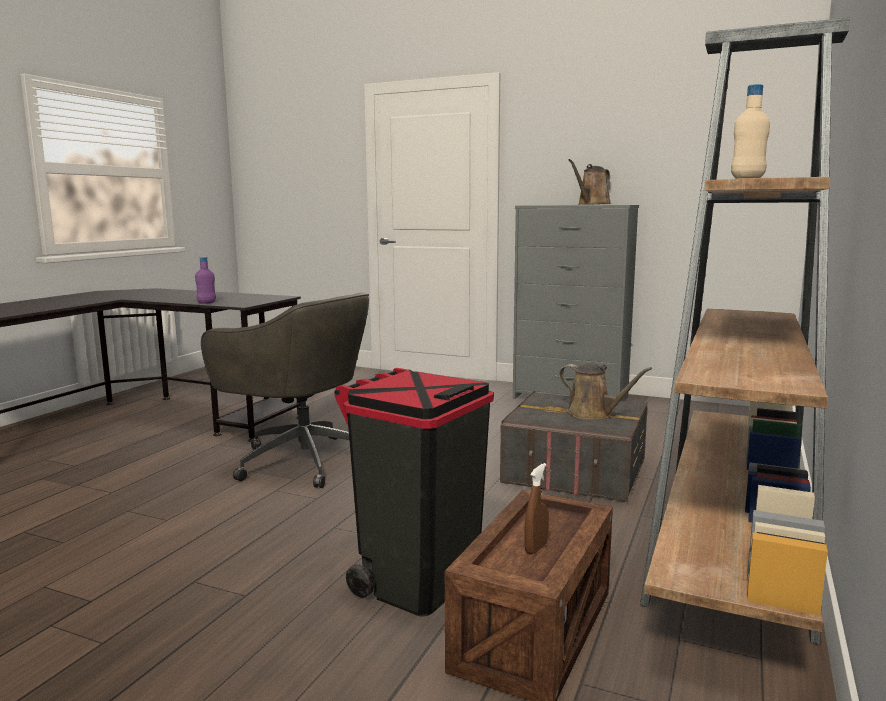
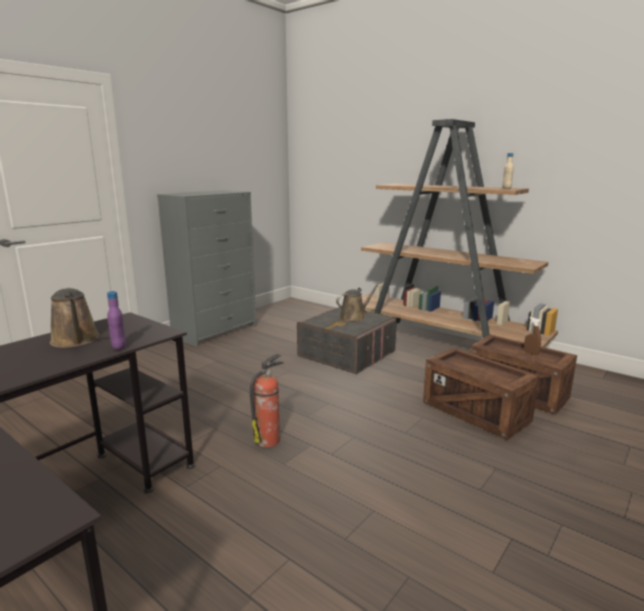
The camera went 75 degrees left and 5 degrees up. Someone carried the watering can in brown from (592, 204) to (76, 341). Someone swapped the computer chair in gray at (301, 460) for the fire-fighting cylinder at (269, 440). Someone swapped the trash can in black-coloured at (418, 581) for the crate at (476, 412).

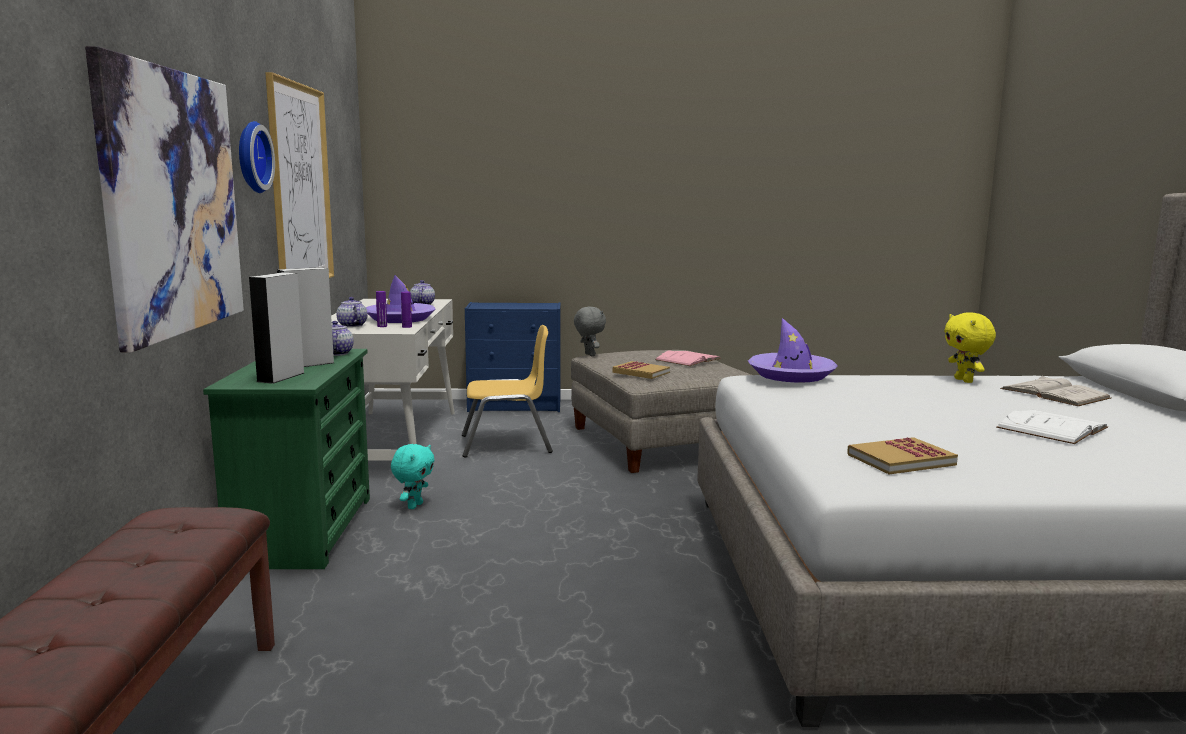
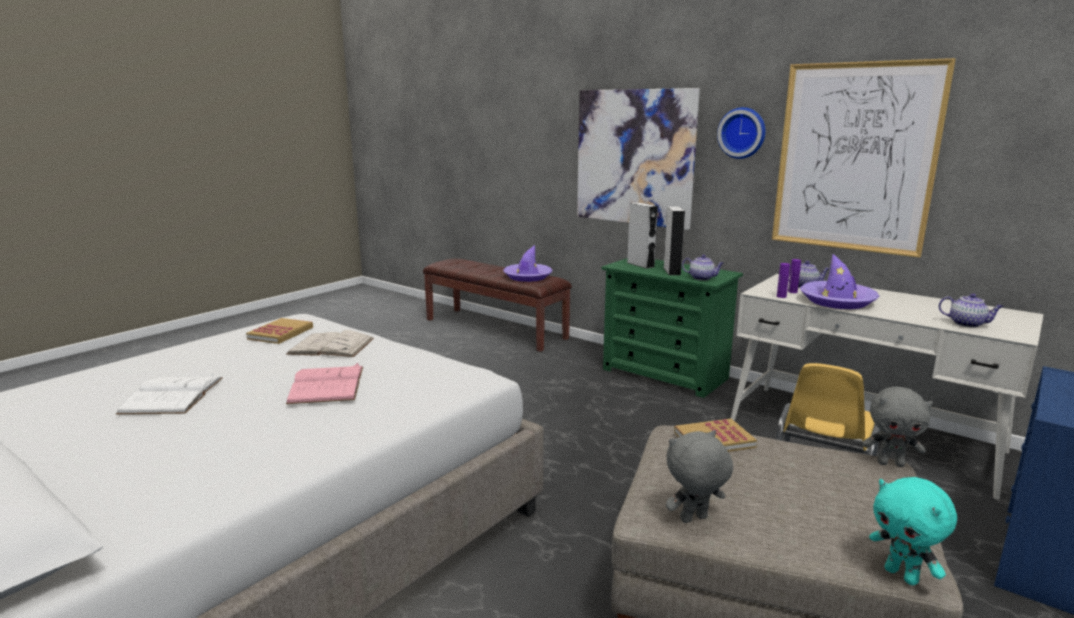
The camera went 130 degrees right and 5 degrees up. Someone took away the soft toy in yellowish at (965, 380). Someone carried the hat in purplish from (791, 375) to (527, 277). Someone carried the volume in pink-coloured from (688, 359) to (327, 385). Someone carried the volume in whitish from (1054, 393) to (331, 346). Someone carried the soft toy in turquoise-coloured from (414, 506) to (902, 575). Someone put down the soft toy in gray at (694, 520).

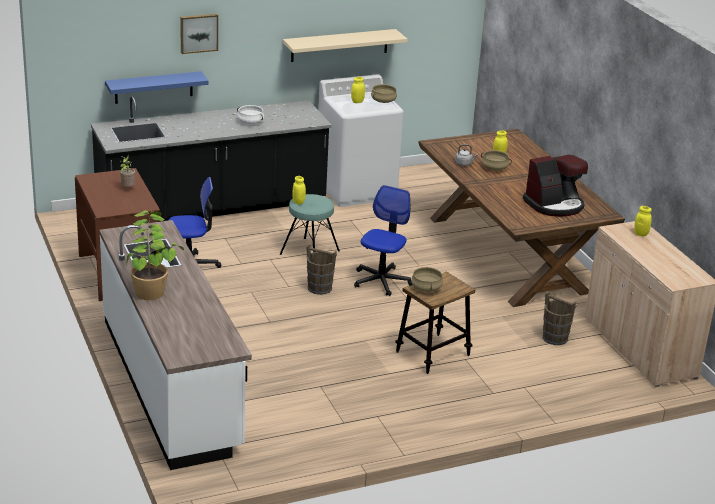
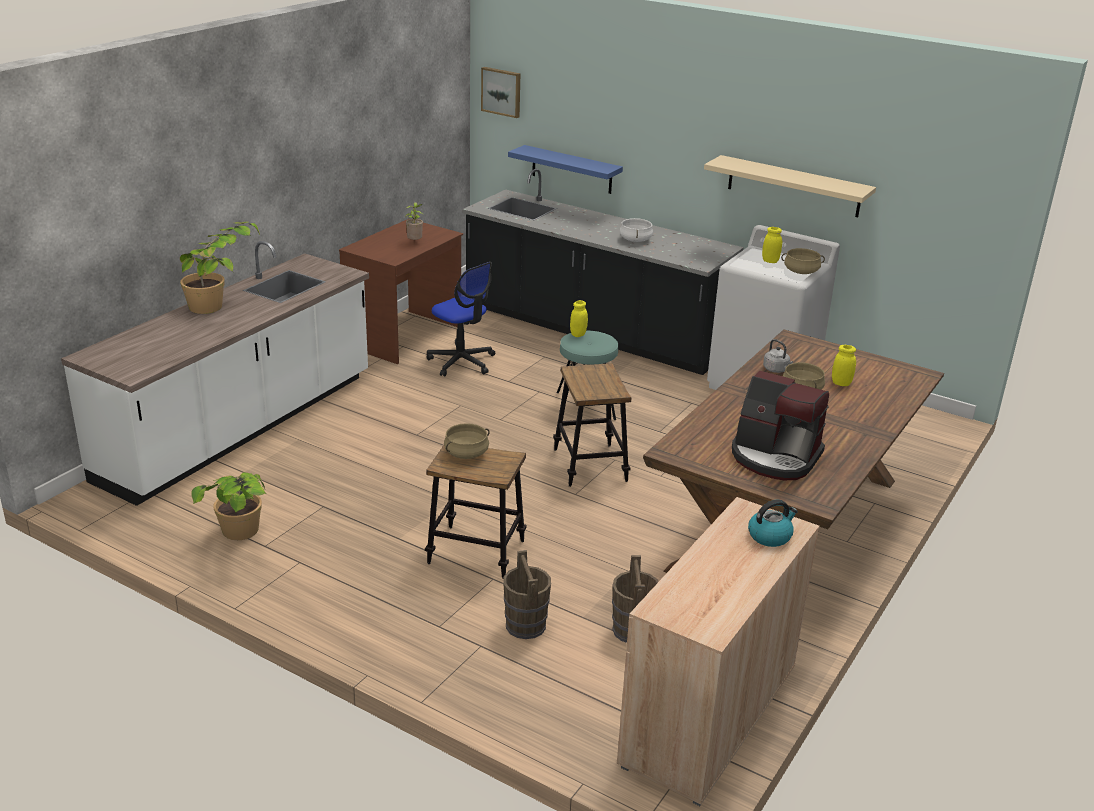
The camera went 55 degrees right and 0 degrees up. Someone carried the wall picture from (198, 33) to (501, 91). Someone swapped the computer chair at (381, 281) for the sitting stool at (590, 465). Someone swapped the preserve jar in yellowish at (641, 234) for the water kettle at (770, 536). Someone carried the pail in brown from (319, 288) to (525, 625). Someone put down the plant in a pot at (241, 541).

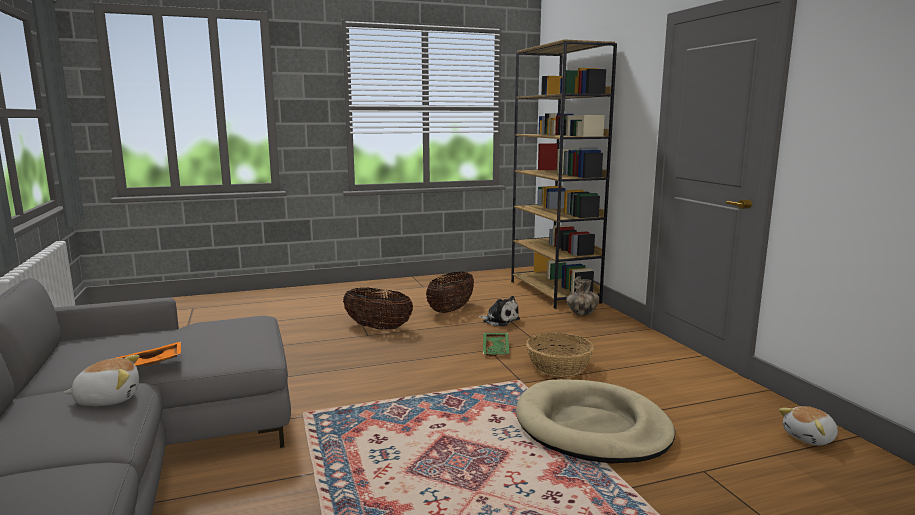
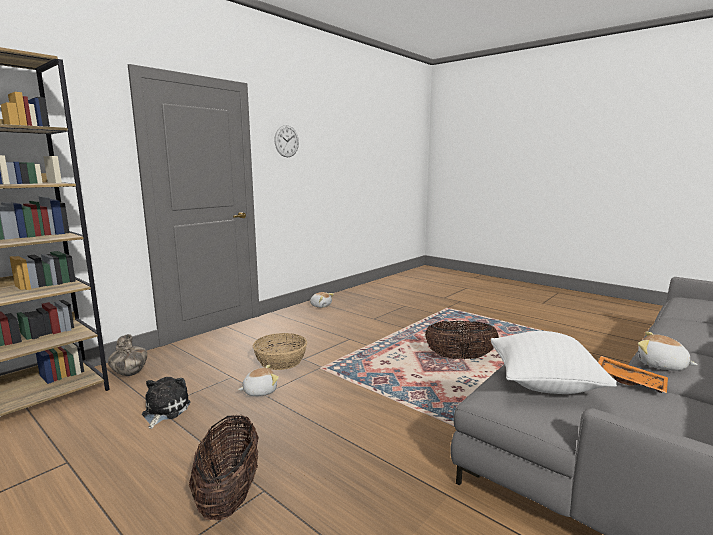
The camera went 120 degrees left and 0 degrees up. Someone carried the basket from (450, 310) to (460, 358). Someone swapped the tray in greenish at (496, 349) for the soft toy at (259, 391). Someone took away the pet bed in sand-coloured at (591, 427). Someone put up the hanging clock at (286, 141). Someone put down the pillow in whitish at (544, 384).

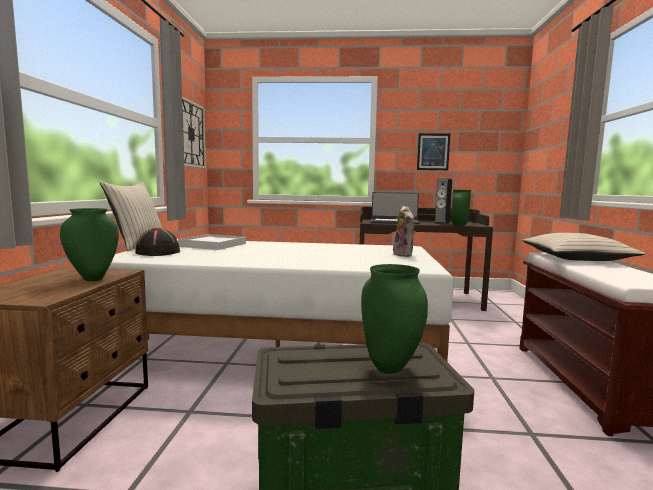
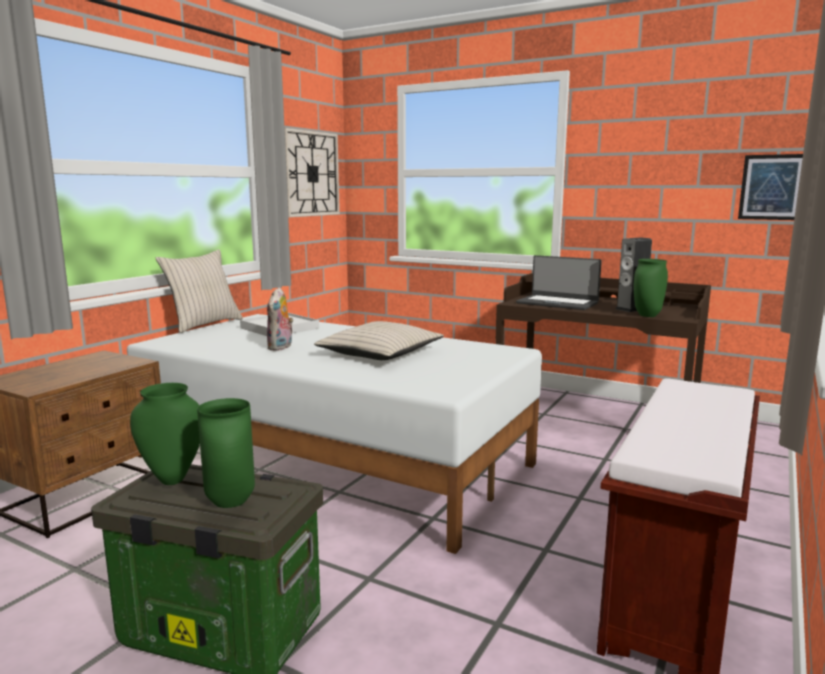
The camera went 25 degrees right and 5 degrees up. Someone carried the wall picture from (433, 152) to (772, 187). Someone carried the soft toy from (404, 255) to (281, 347). Someone carried the decorative vase in greenish from (93, 279) to (173, 479). Someone took away the hat in black-coloured at (158, 252). Someone carried the pillow in sand-coloured from (576, 258) to (379, 353).

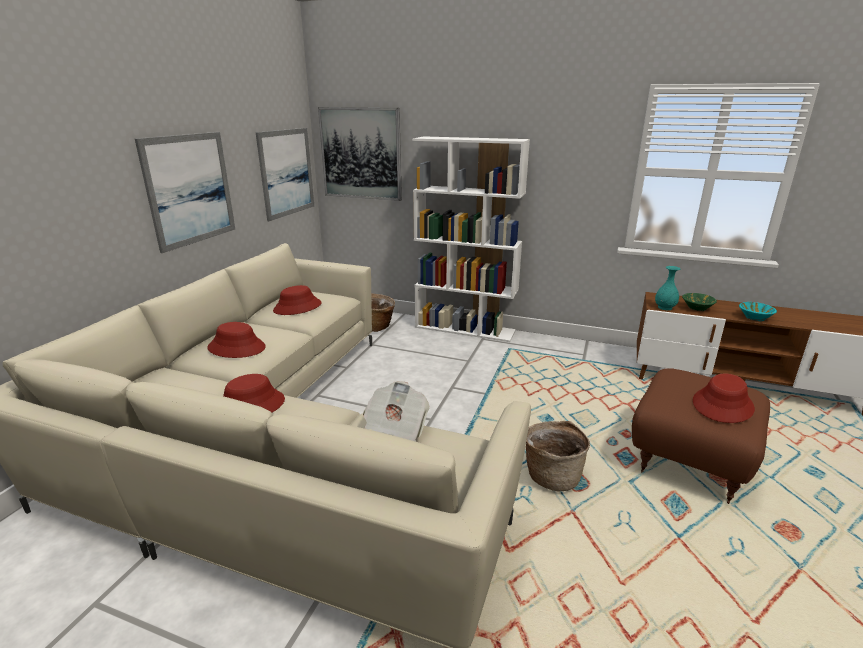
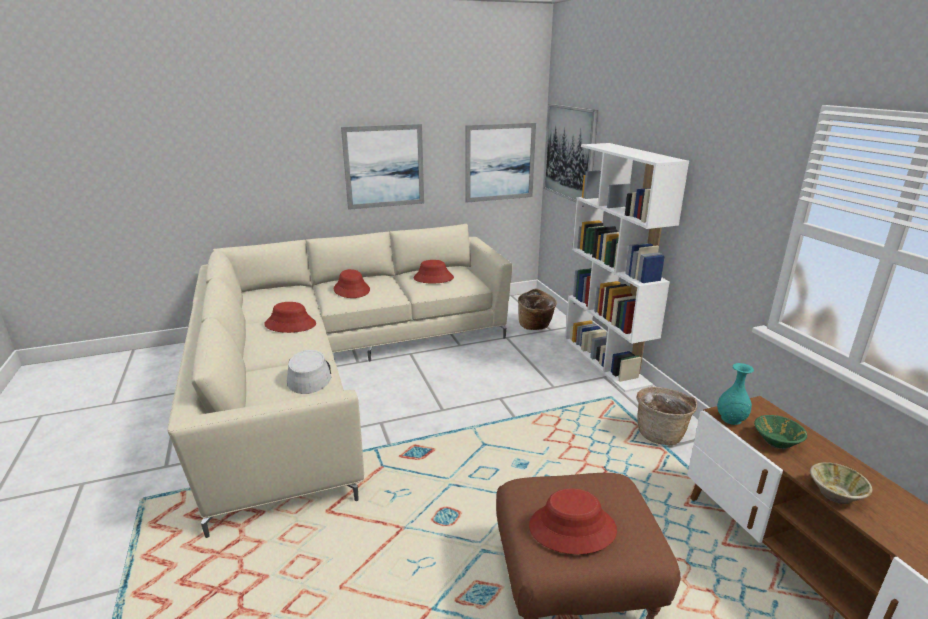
The camera went 50 degrees right and 0 degrees up. Someone repainted the bowl in turquoise-coloured at (754, 318), which became the bowl in sand-coloured at (835, 493). Someone swapped the newspaper at (394, 432) for the hat in gray at (309, 376). Someone carried the basket from (552, 475) to (661, 433).

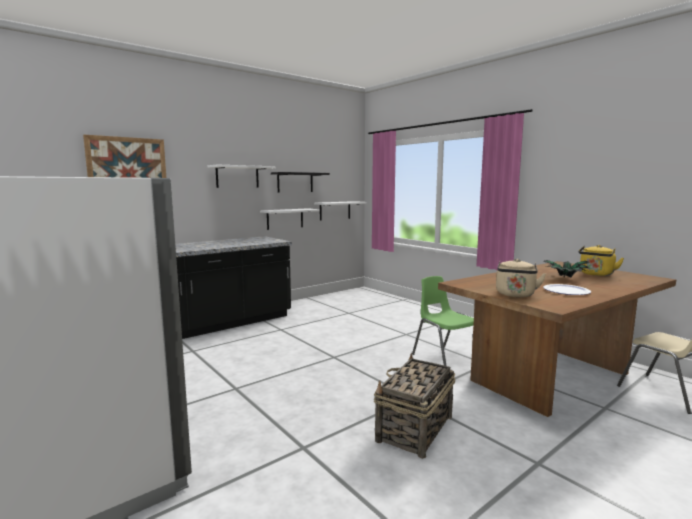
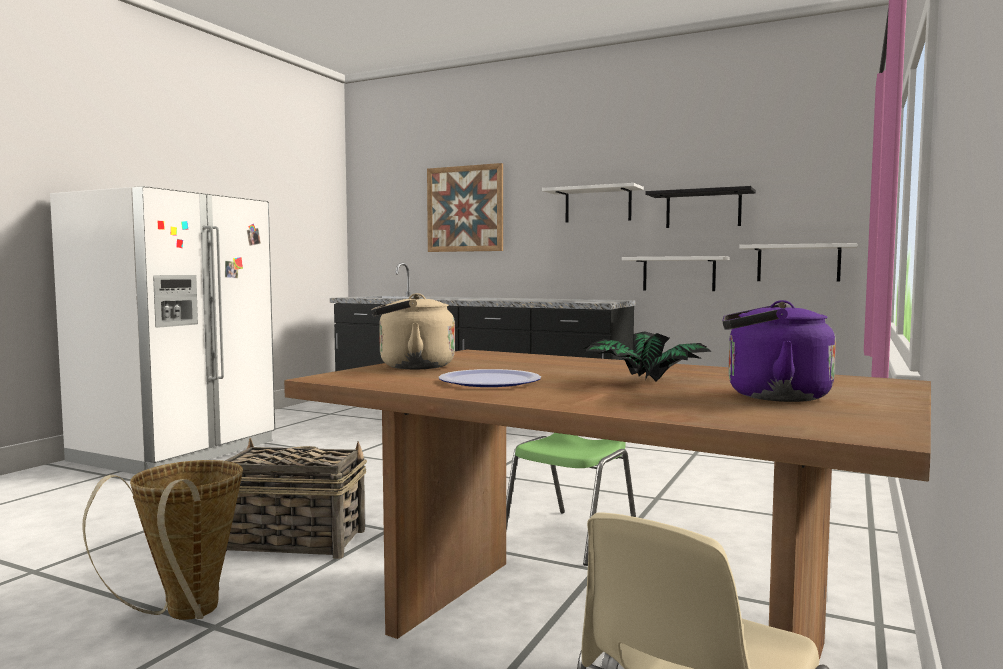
The camera went 65 degrees right and 5 degrees down. Someone repainted the water kettle in yellowish at (596, 274), which became the water kettle in purplish at (770, 396). Someone put down the basket at (185, 615).

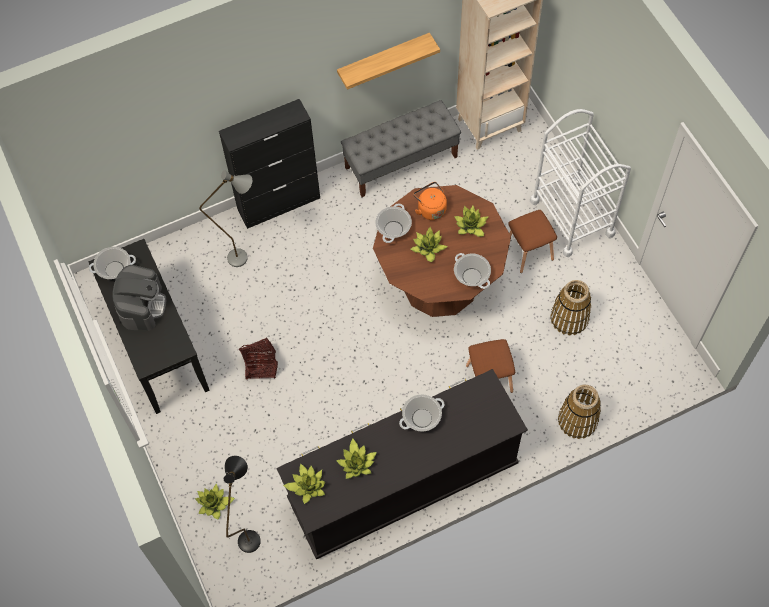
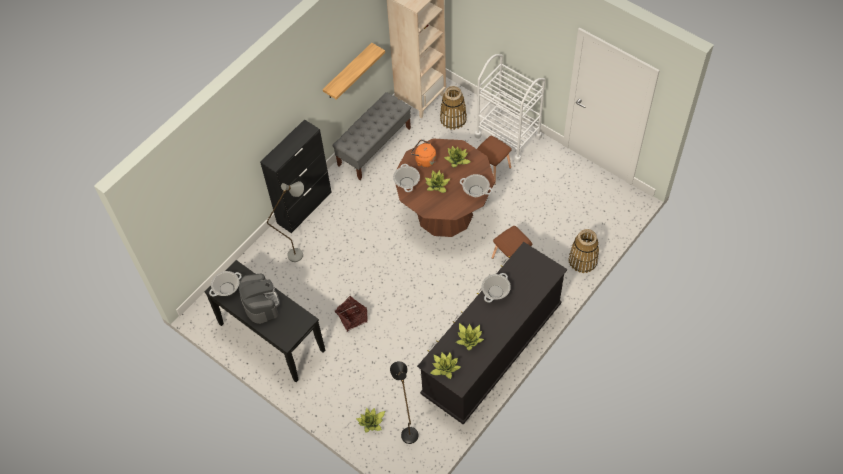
The camera went 25 degrees left and 5 degrees down. Someone carried the basket from (569, 318) to (453, 119).

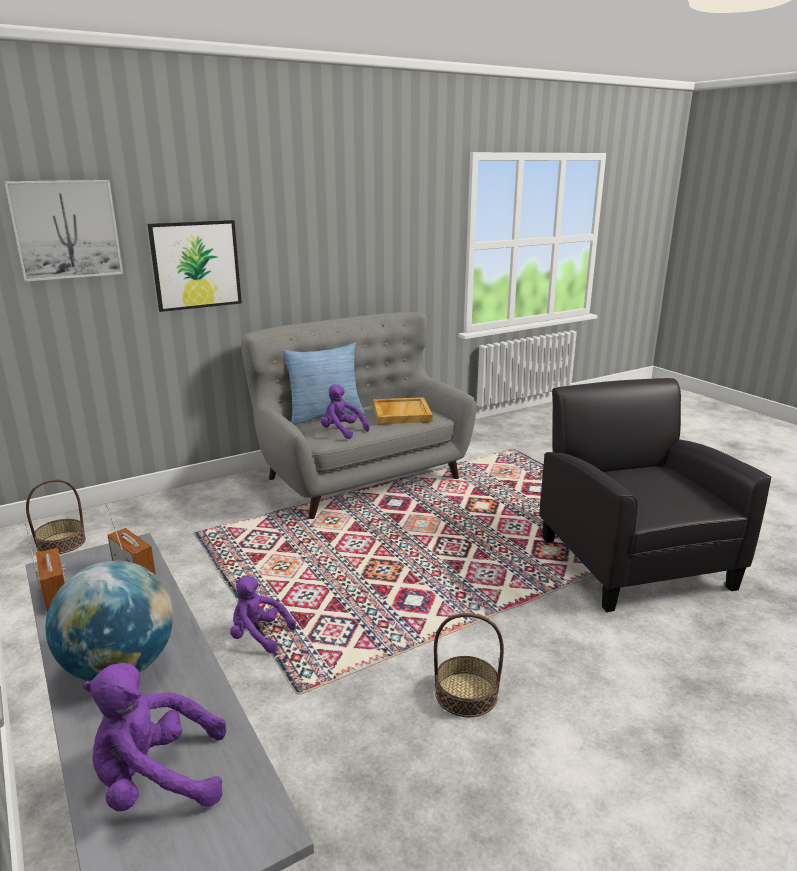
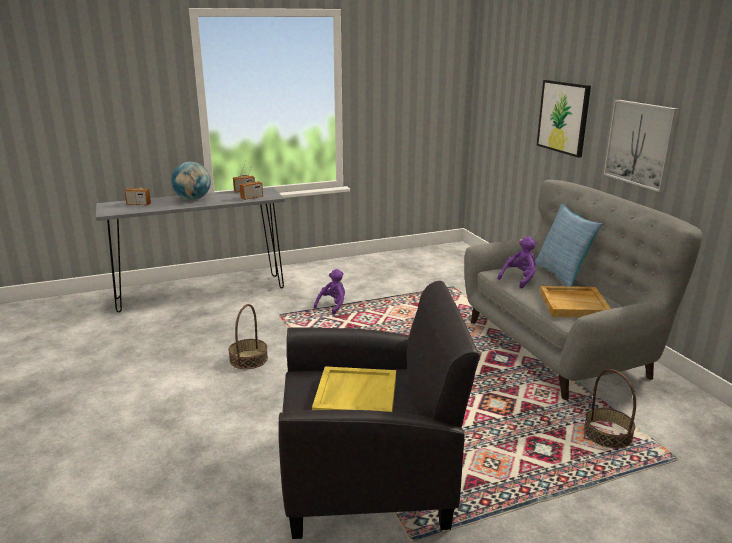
The camera went 100 degrees right and 0 degrees up. Someone carried the wall picture from (66, 229) to (640, 144). Someone carried the basket from (61, 543) to (607, 434). Someone swapped the soft toy in purplish at (156, 780) for the radio set at (138, 204). Someone put down the tray in yellowish at (355, 396).

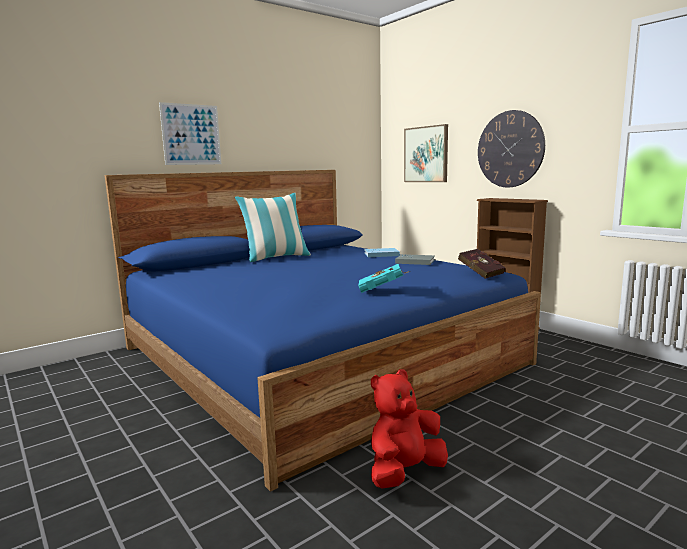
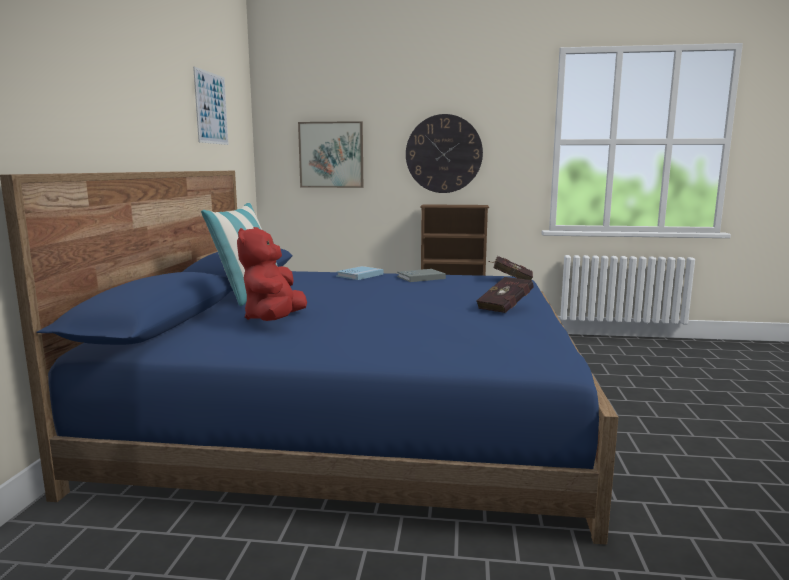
The camera went 45 degrees left and 0 degrees up. Someone carried the wall picture from (191, 134) to (211, 108). Someone repainted the volume in turquoise-coloured at (382, 290), which became the volume in red at (506, 308). Someone carried the soft toy in red from (404, 472) to (274, 320).

